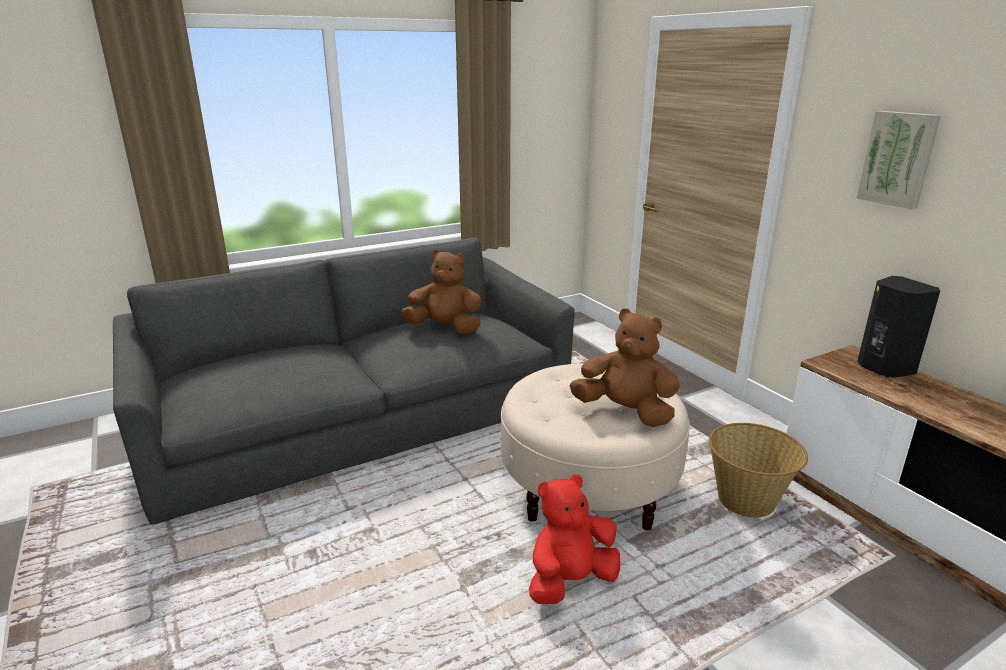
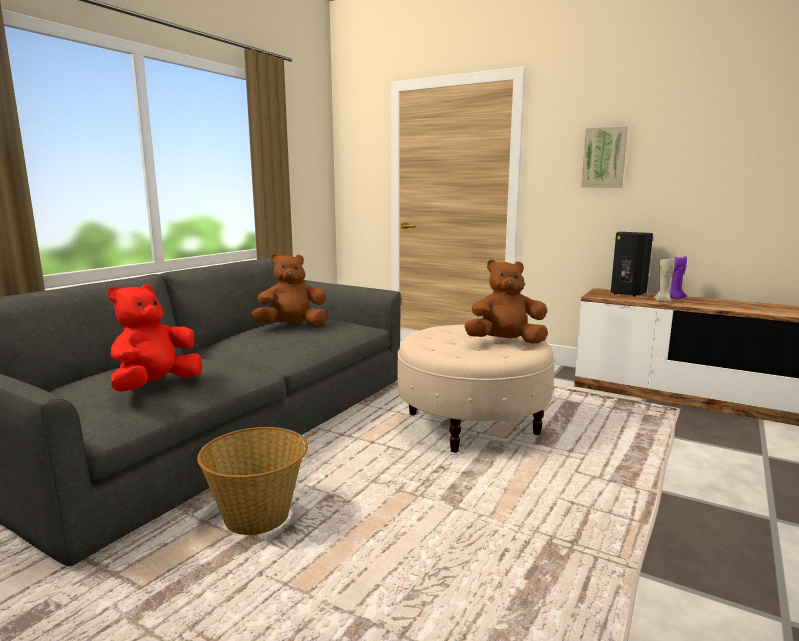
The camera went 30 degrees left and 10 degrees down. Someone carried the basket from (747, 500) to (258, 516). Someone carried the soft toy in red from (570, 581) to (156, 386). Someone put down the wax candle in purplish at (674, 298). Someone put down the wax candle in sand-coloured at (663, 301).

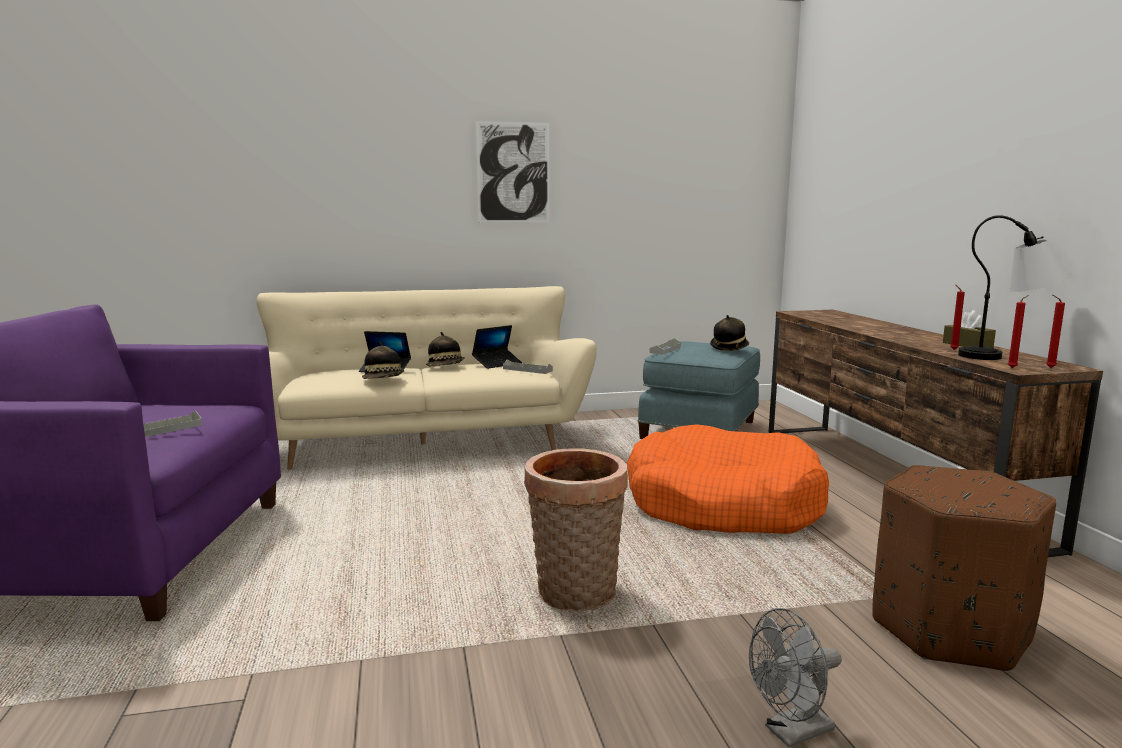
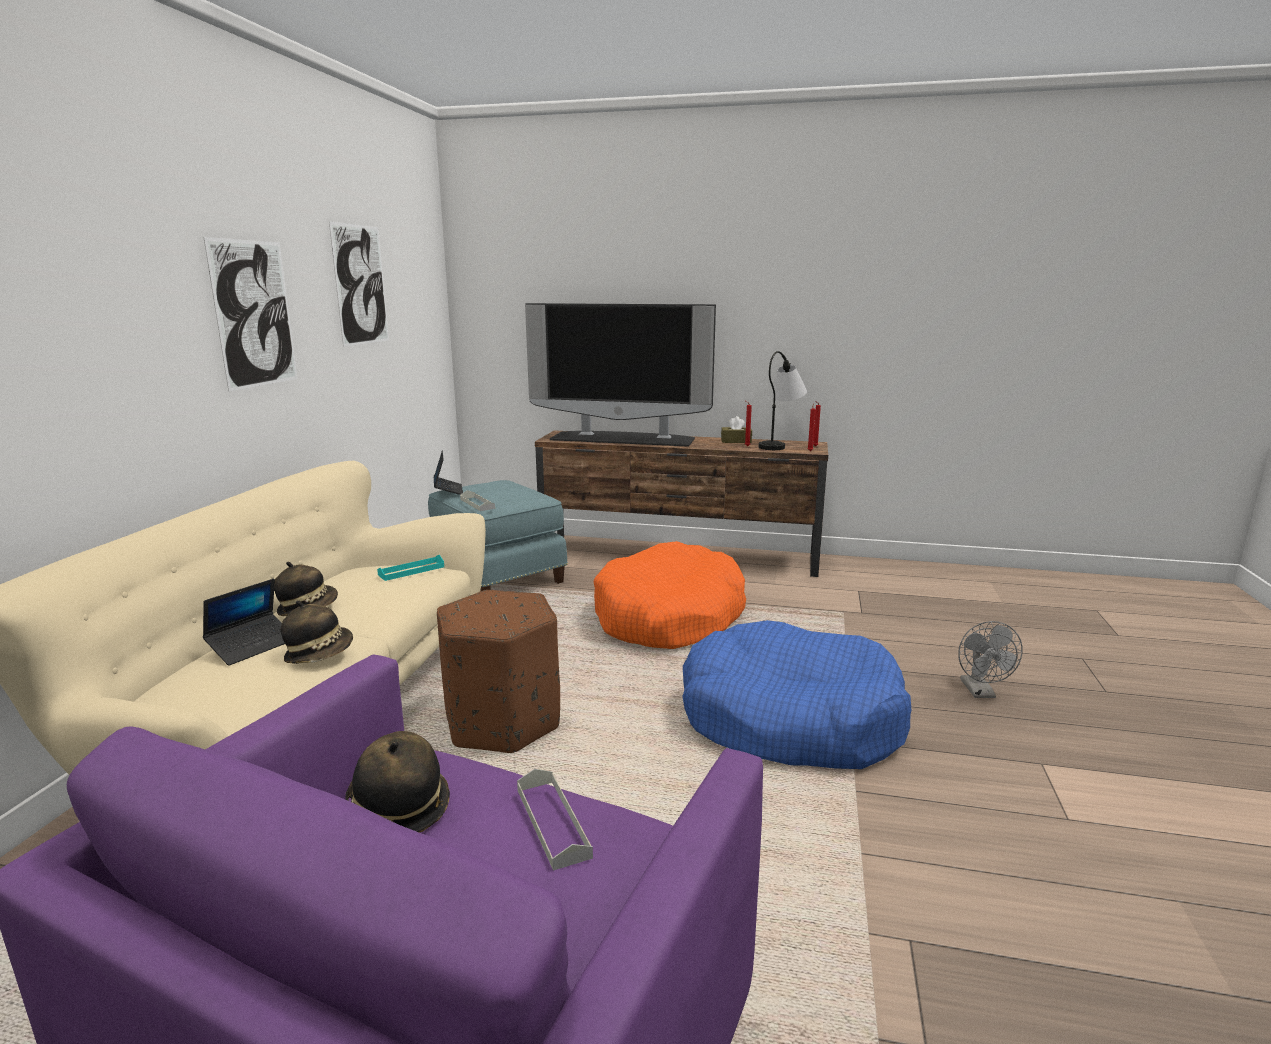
The camera went 65 degrees left and 5 degrees up. Someone carried the hat from (729, 348) to (398, 808). Someone carried the laptop from (497, 363) to (448, 490). Someone repainted the tray in gray at (527, 370), which became the tray in turquoise-coloured at (411, 571). Someone swapped the basket at (575, 595) for the pet bed in bluish at (790, 718). Someone carried the footrest in brown from (948, 629) to (501, 722). Someone put up the wall picture at (361, 285). Someone put down the television at (623, 439).

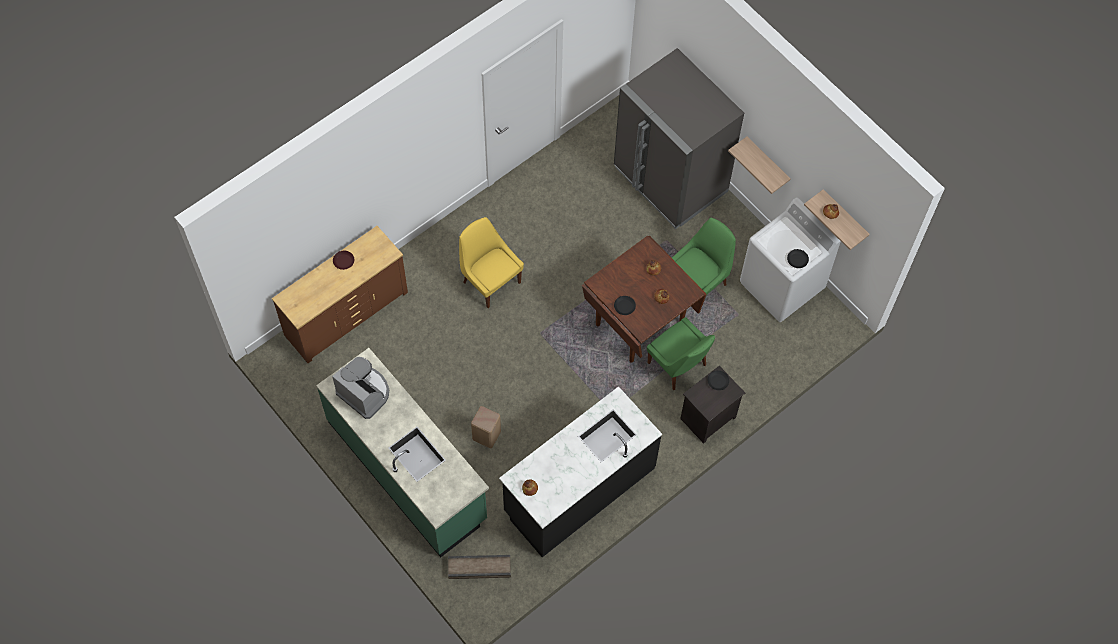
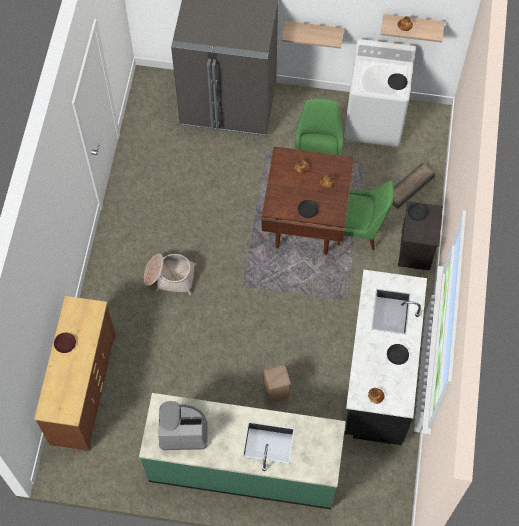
The camera went 40 degrees left and 0 degrees up. Someone swapped the plain chair in yellowish at (490, 281) for the basket at (169, 277). Someone carried the crate from (479, 569) to (410, 187). Someone put down the dinner plate in black-coloured at (397, 355).

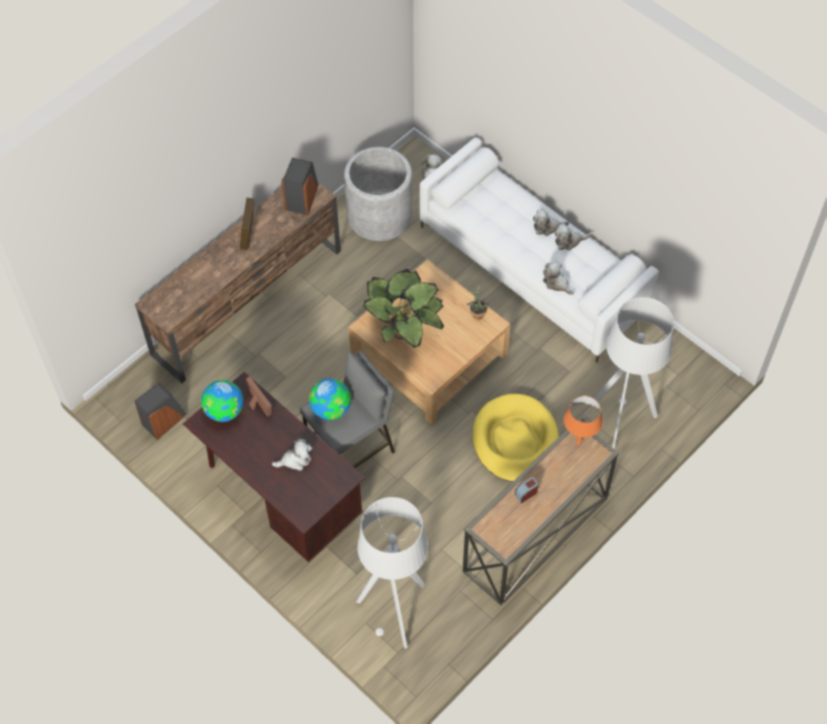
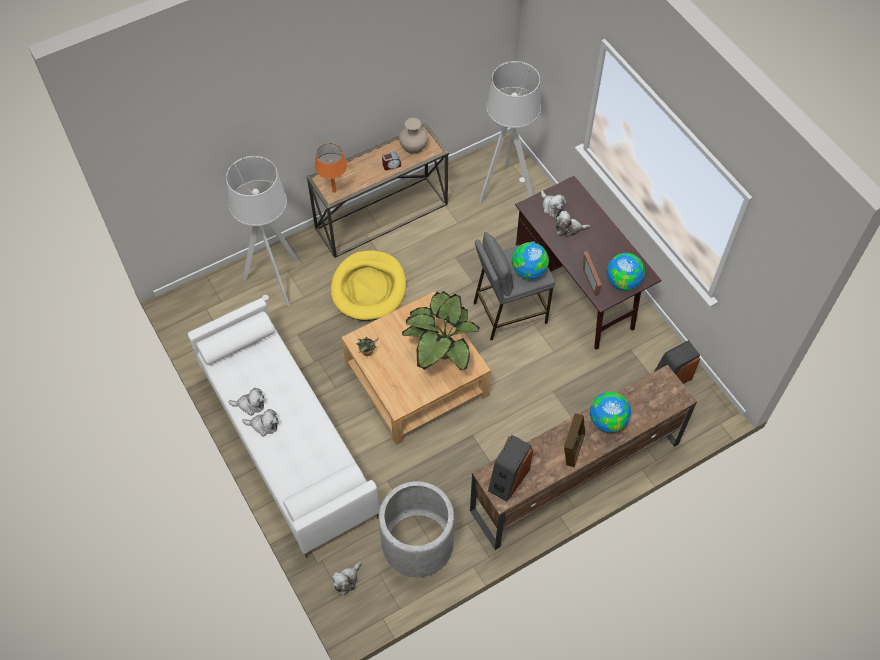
The camera went 165 degrees left and 0 degrees up. Someone carried the soft toy from (557, 283) to (552, 207). Someone put down the decorative vase in sand-coloured at (413, 146). Someone put down the world globe at (607, 420).

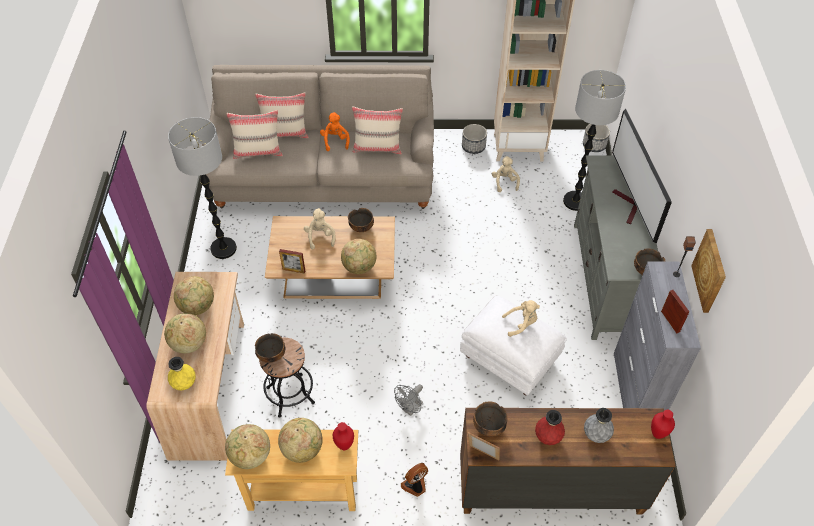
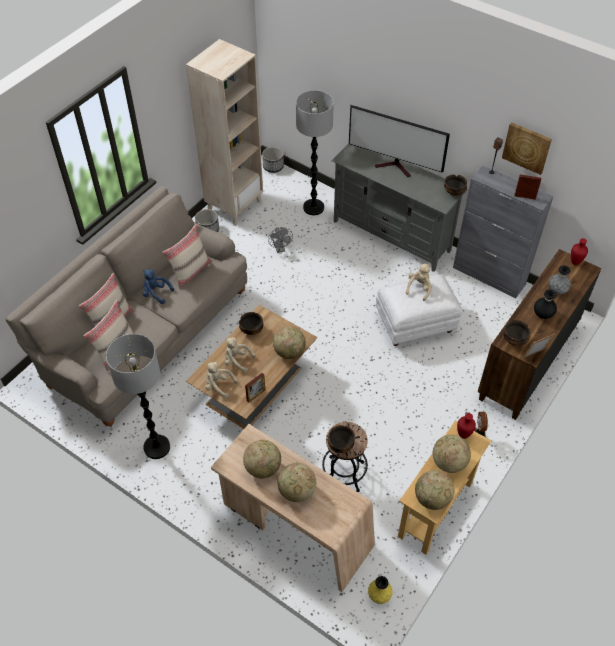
The camera went 55 degrees left and 0 degrees up. Someone repainted the soft toy in orangey at (335, 141), which became the soft toy in bluish at (156, 293). Someone carried the soft toy in sand-coloured from (504, 182) to (219, 385). Someone carried the decorative vase in yellowish from (184, 384) to (379, 595). Someone carried the electric fan in gray from (410, 409) to (280, 249). Someone repainted the decorative vase in red at (548, 437), which became the decorative vase in black-coloured at (542, 315).

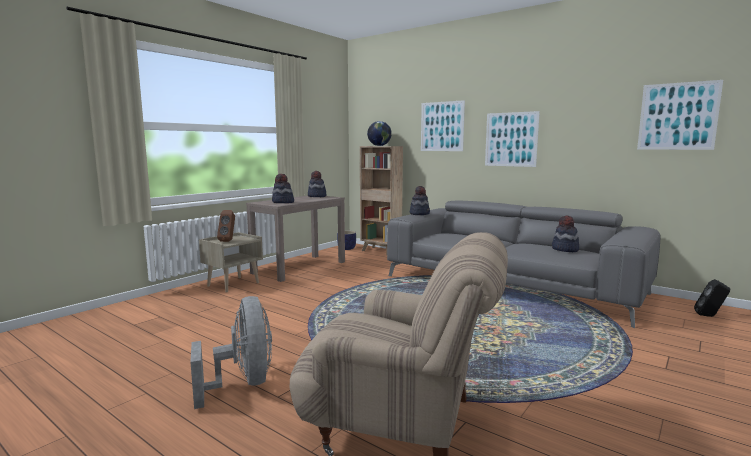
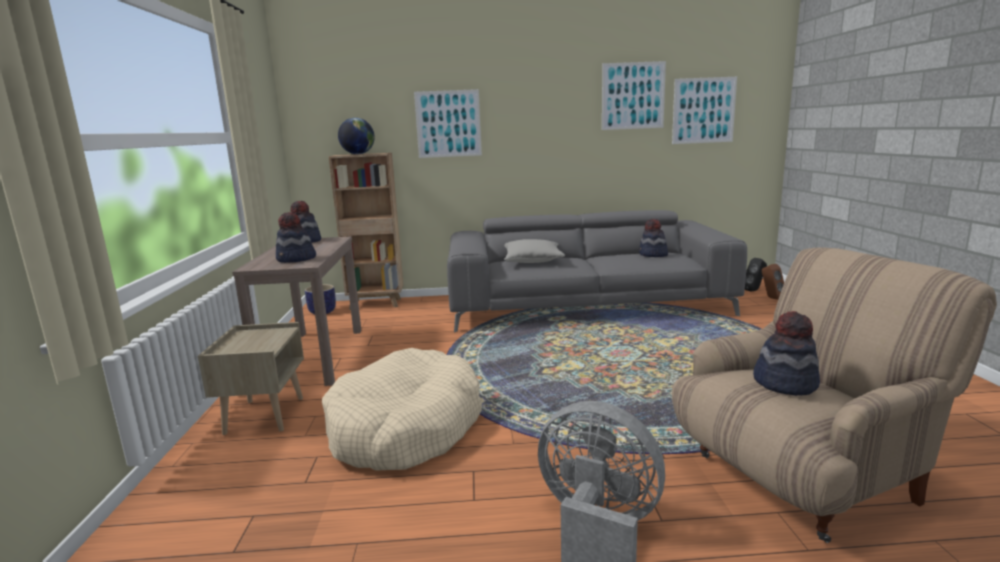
The camera went 40 degrees left and 5 degrees up. Someone carried the wall picture from (511, 139) to (633, 96). Someone carried the hat from (419, 214) to (785, 383). Someone carried the speaker in brown from (228, 241) to (771, 298). Someone put down the pillow in gray at (533, 260). Someone put down the pet bed in sand-coloured at (405, 428).

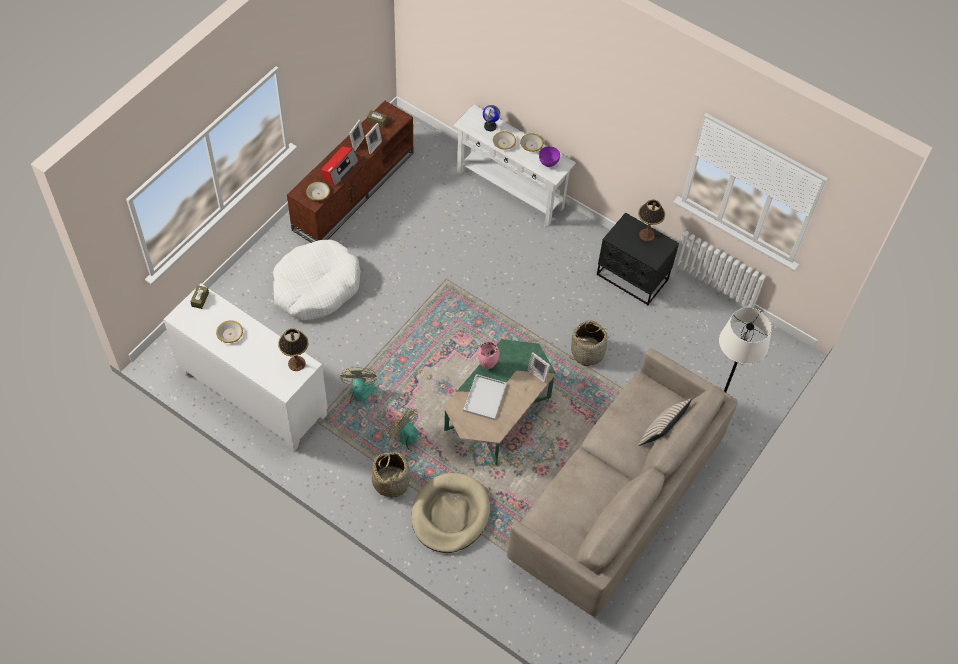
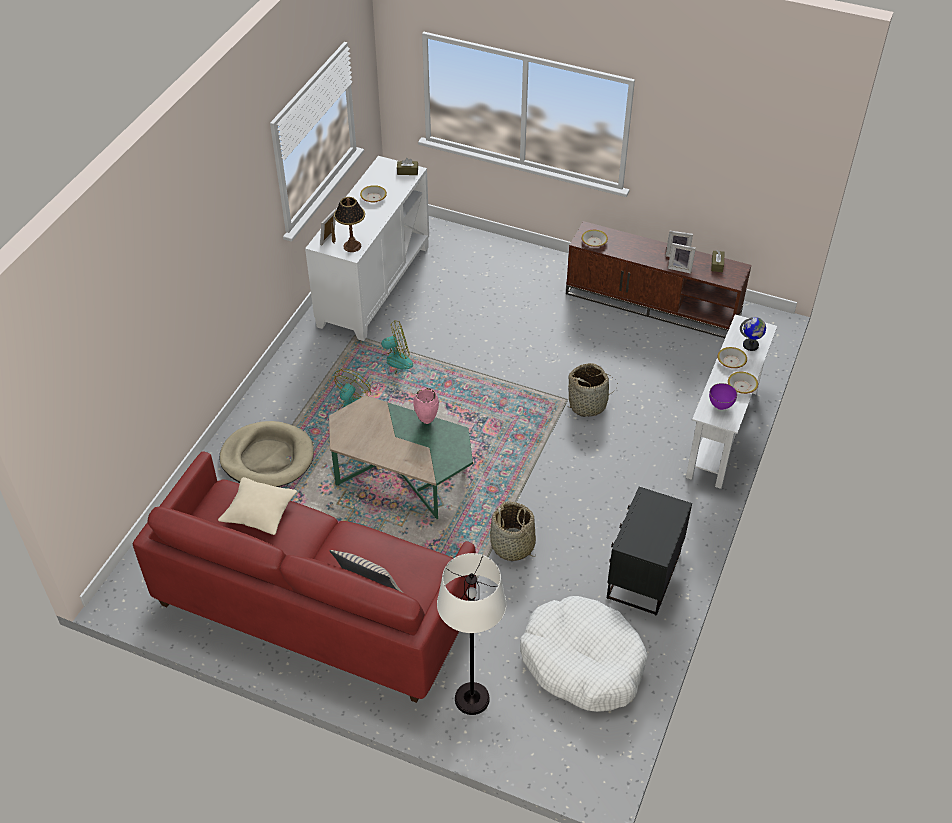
The camera went 80 degrees right and 10 degrees down. Someone took away the radio set at (339, 169). Someone took away the tabletop lamp at (646, 235). Someone carried the pet bed in whitish from (316, 287) to (582, 662). Someone repainted the couch in sand-coloured at (616, 500), which became the couch in red at (313, 605). Someone carried the standing frame from (539, 373) to (331, 239). Someone took away the tray in whitish at (484, 396). Someone carried the basket from (391, 482) to (588, 404). Someone put down the pillow in sand-coloured at (259, 512).

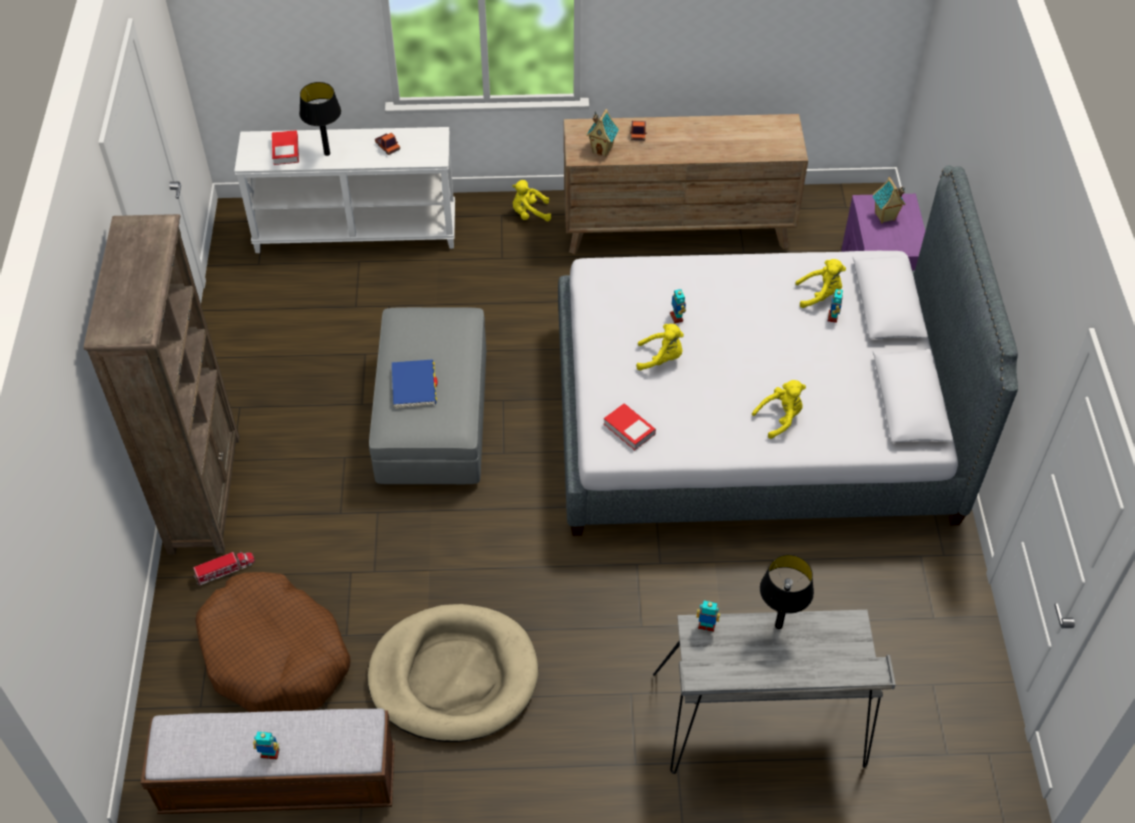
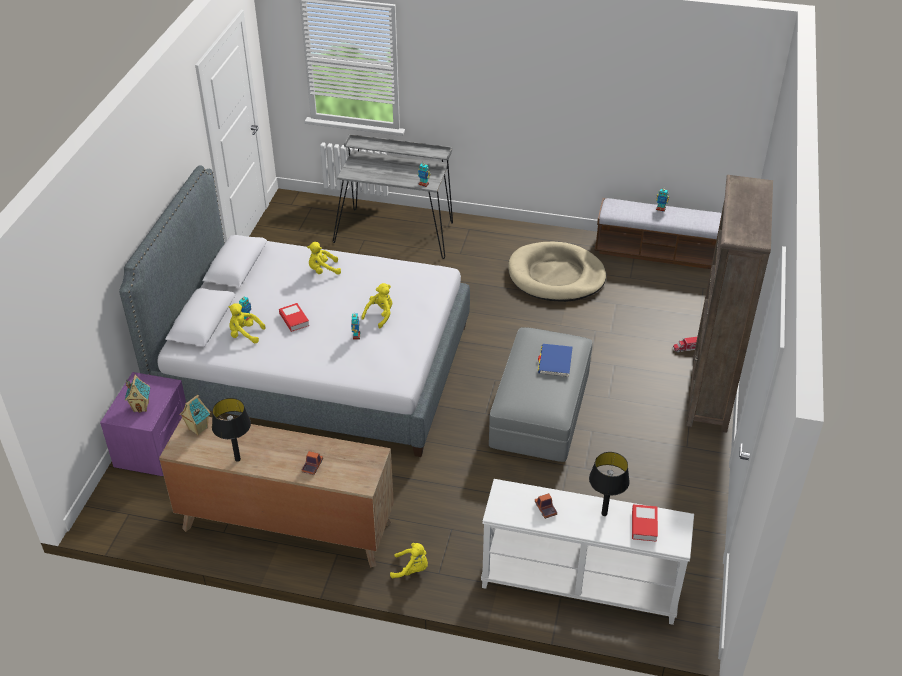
The camera went 165 degrees left and 10 degrees down. Someone carried the toy house from (602, 150) to (197, 429). Someone rotated the soft toy in yellowish at (661, 358) by 105 degrees clockwise. Someone carried the volume from (629, 429) to (294, 319). Someone carried the tabletop lamp in black-coloured from (778, 625) to (238, 459). Someone took away the pet bed in brown at (275, 655).

